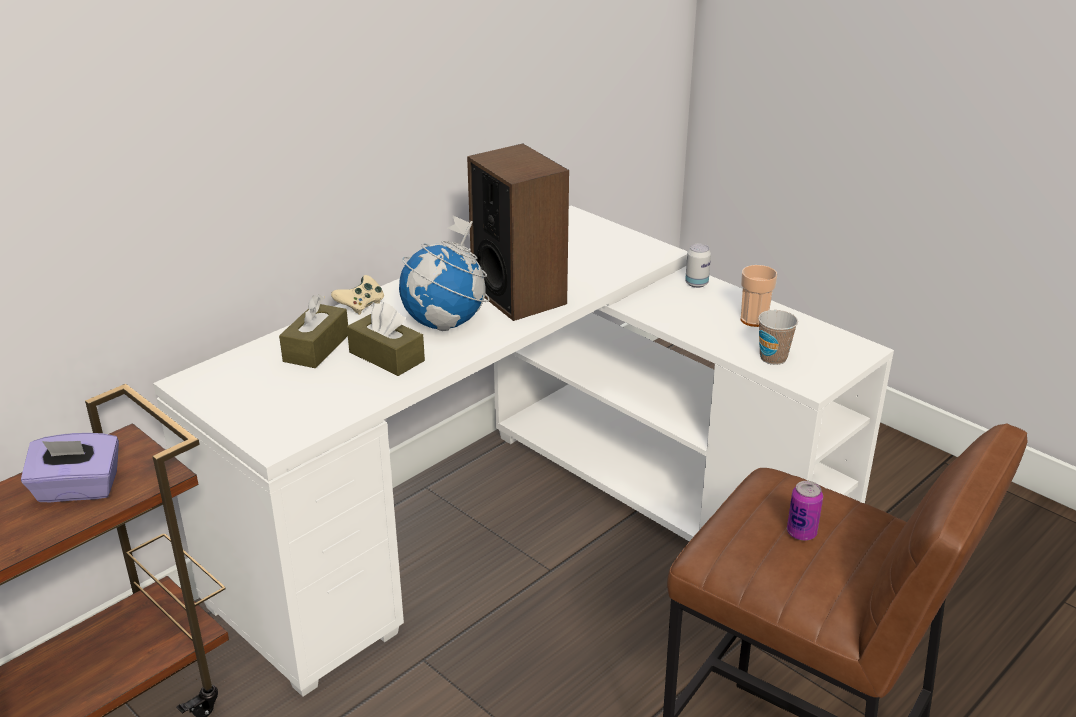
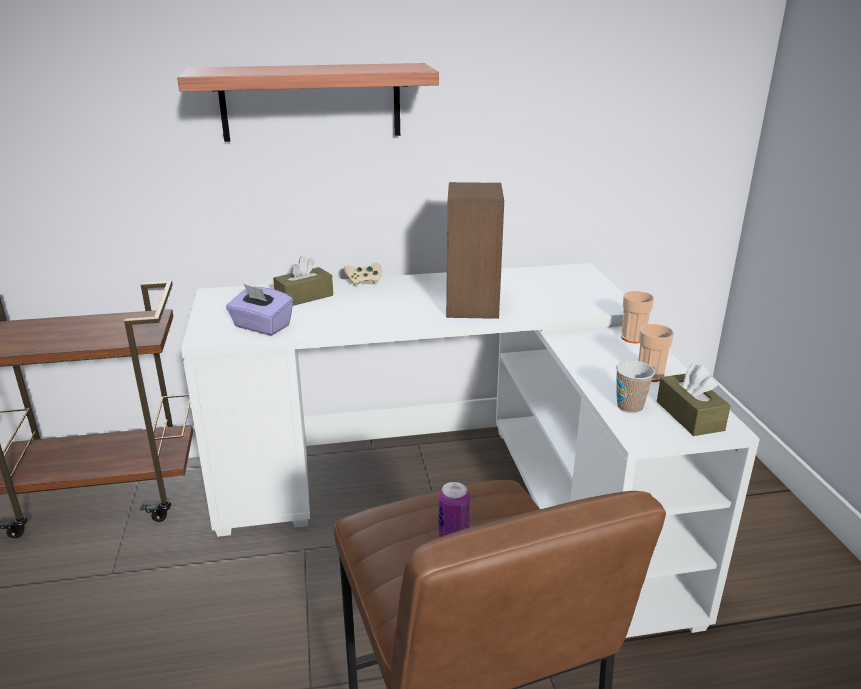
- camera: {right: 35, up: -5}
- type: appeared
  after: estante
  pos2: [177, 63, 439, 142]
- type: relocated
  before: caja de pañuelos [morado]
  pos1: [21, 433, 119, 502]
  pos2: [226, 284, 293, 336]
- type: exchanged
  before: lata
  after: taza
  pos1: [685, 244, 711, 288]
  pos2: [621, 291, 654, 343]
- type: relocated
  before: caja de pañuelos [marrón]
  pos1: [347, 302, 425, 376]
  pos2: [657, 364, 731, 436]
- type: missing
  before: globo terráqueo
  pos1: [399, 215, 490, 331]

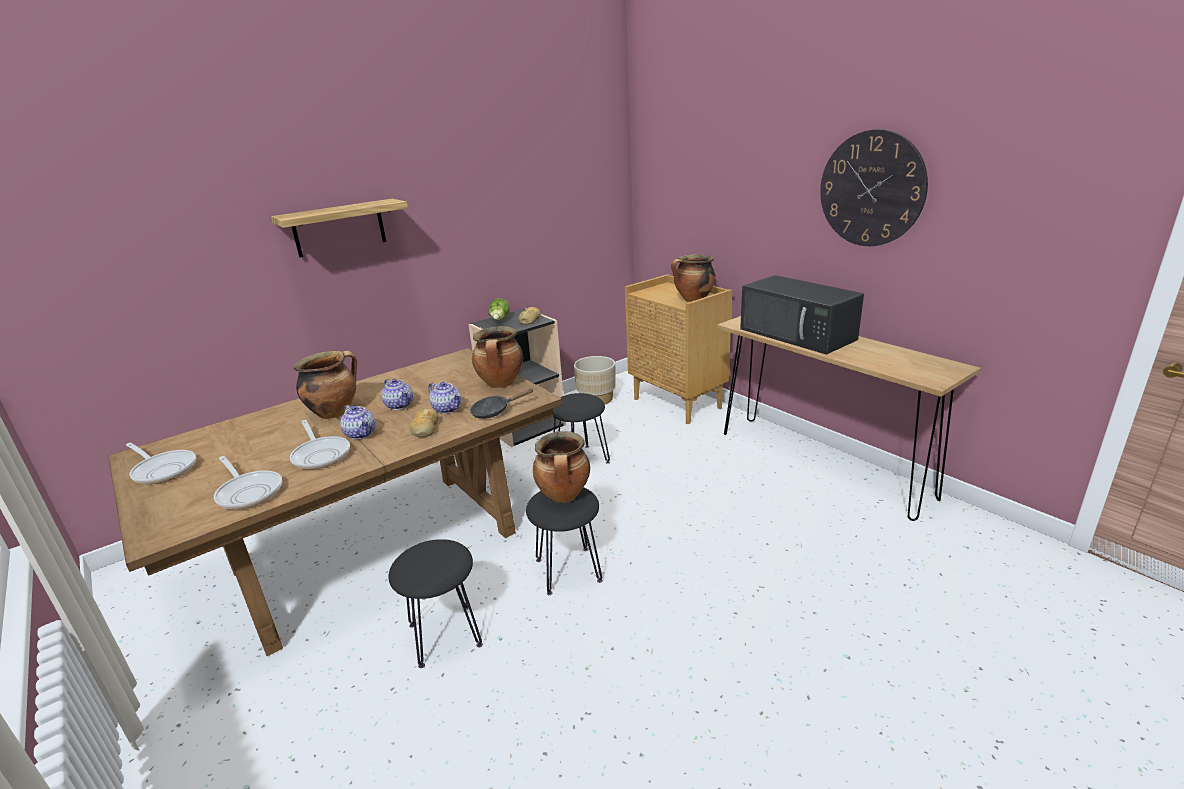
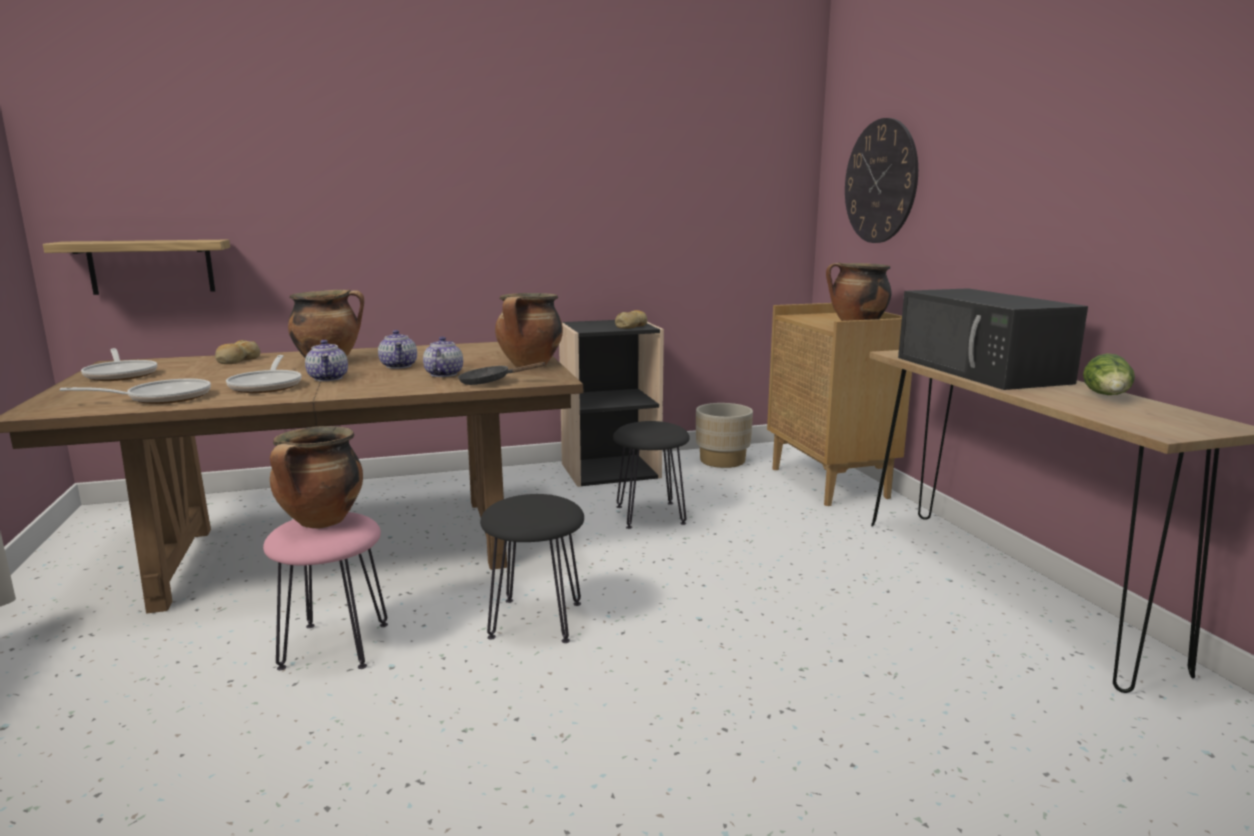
- camera: {right: 20, up: -10}
- type: relocated
  before: estante
  pos1: [271, 199, 408, 258]
  pos2: [43, 240, 230, 295]
- type: spun
  before: sartén
  pos1: [214, 456, 282, 509]
  pos2: [60, 379, 211, 404]
  turn: -90
- type: relocated
  before: pan
  pos1: [410, 408, 439, 437]
  pos2: [215, 340, 260, 364]
- type: colour
  before: taburete [negro]
  after: taburete [rosa]
  pos1: [388, 539, 483, 668]
  pos2: [263, 512, 388, 670]
- type: relocated
  before: olla
  pos1: [533, 431, 590, 503]
  pos2: [270, 426, 363, 528]
- type: spun
  before: tetera
  pos1: [428, 382, 461, 414]
  pos2: [423, 336, 463, 377]
  turn: -150
- type: relocated
  before: reloj de pared
  pos1: [820, 129, 928, 246]
  pos2: [845, 118, 918, 243]
- type: relocated
  before: lechuga
  pos1: [488, 298, 510, 320]
  pos2: [1083, 353, 1135, 395]

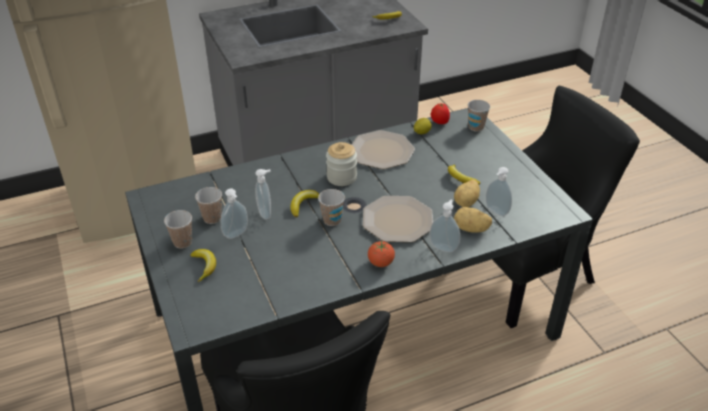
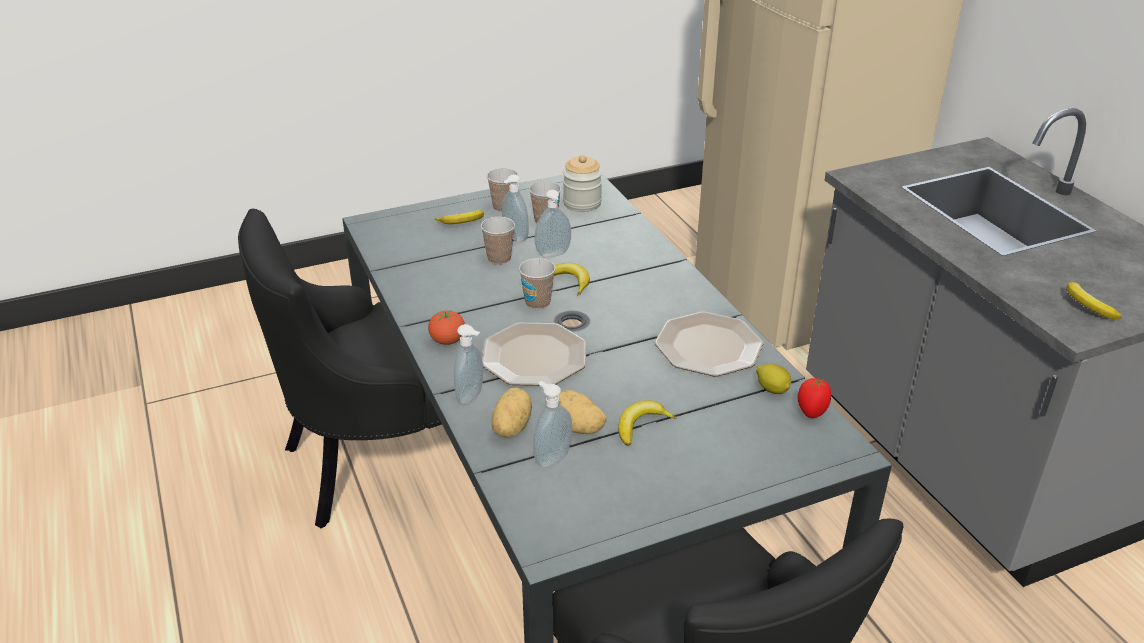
- camera: {right: 90, up: -5}
- type: relocated
  before: taza
  pos1: [468, 100, 490, 132]
  pos2: [481, 217, 515, 265]
- type: relocated
  before: tarro
  pos1: [326, 142, 357, 186]
  pos2: [563, 155, 602, 212]

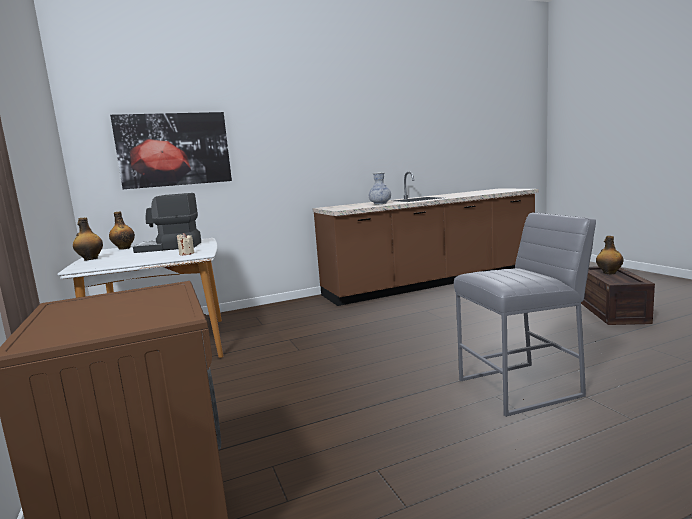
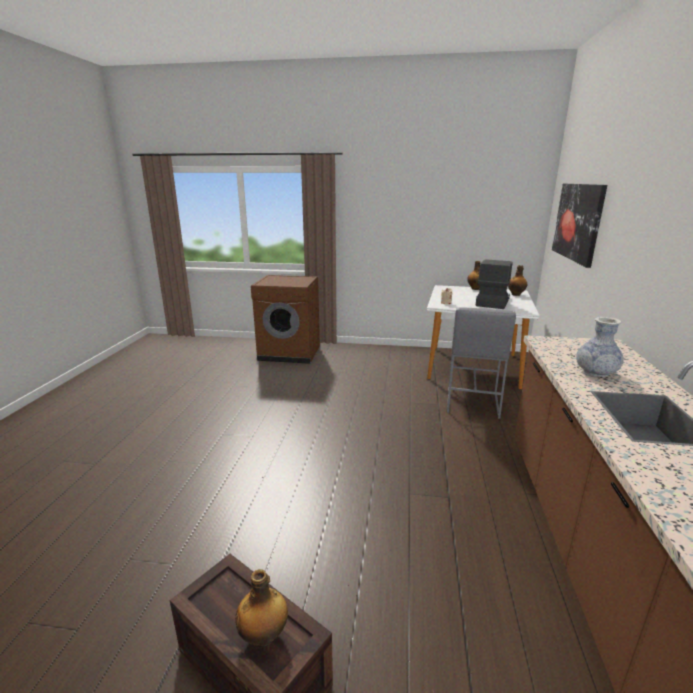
- camera: {right: 120, up: 10}
- type: relocated
  before: taburete [gris]
  pos1: [454, 213, 596, 417]
  pos2: [447, 307, 516, 419]

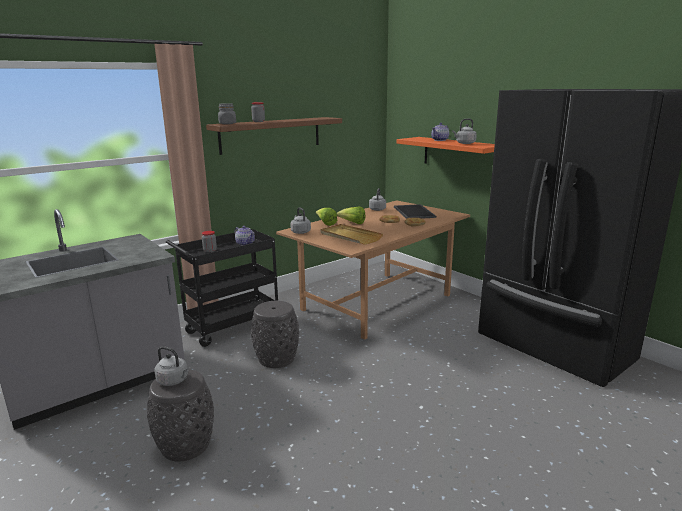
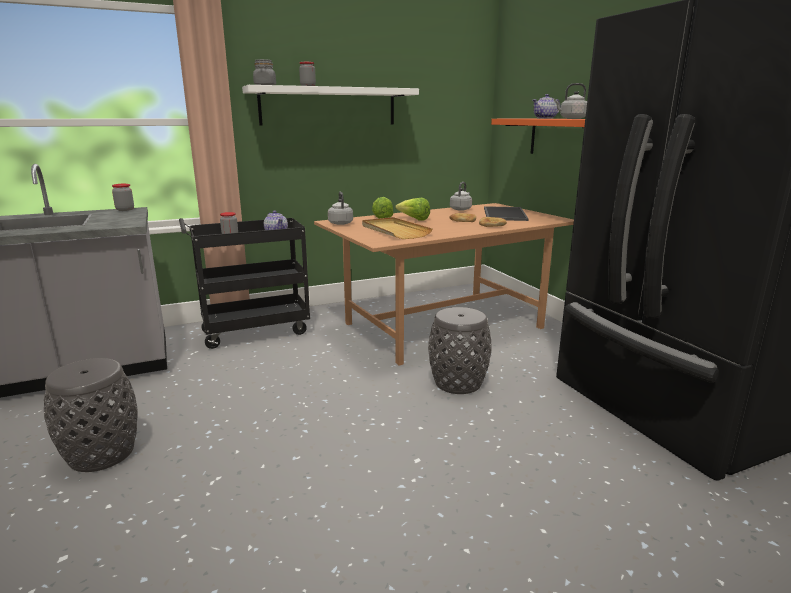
- camera: {right: 15, up: 0}
- type: appeared
  after: tarro
  pos2: [112, 184, 134, 211]
- type: colour
  before: estante [marrón]
  after: estante [blanco]
  pos1: [206, 117, 342, 155]
  pos2: [242, 85, 419, 125]
- type: relocated
  before: taburete [gris]
  pos1: [251, 301, 299, 368]
  pos2: [428, 307, 492, 394]
- type: missing
  before: hervidor [gris]
  pos1: [154, 346, 189, 386]

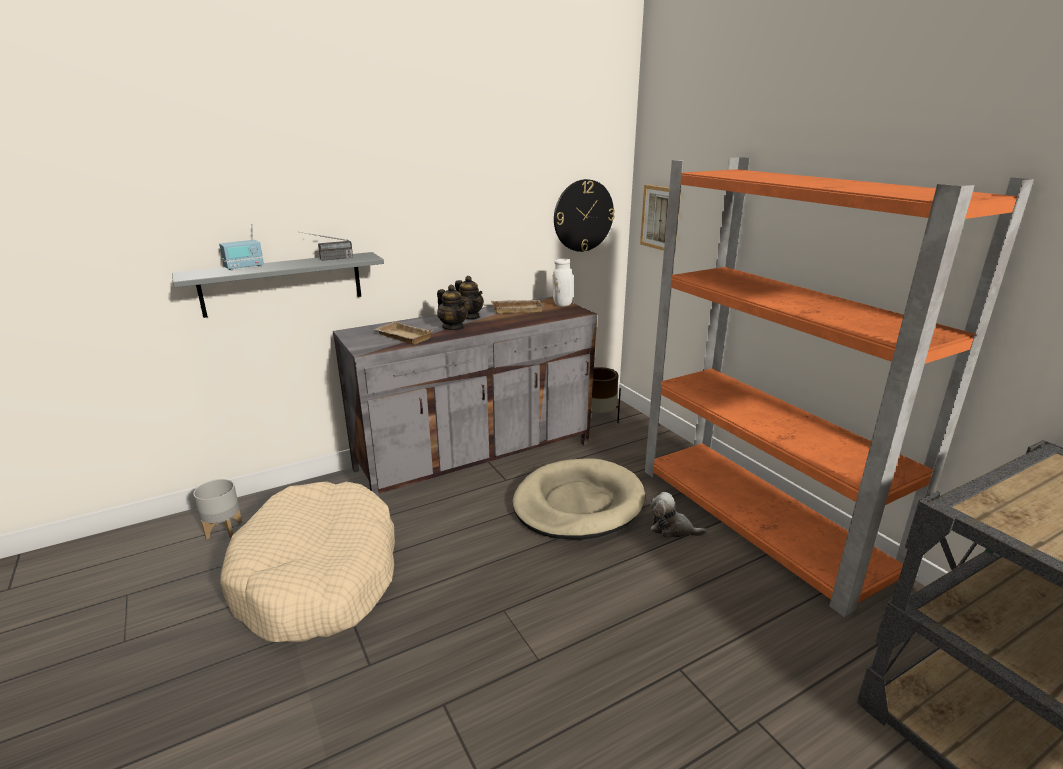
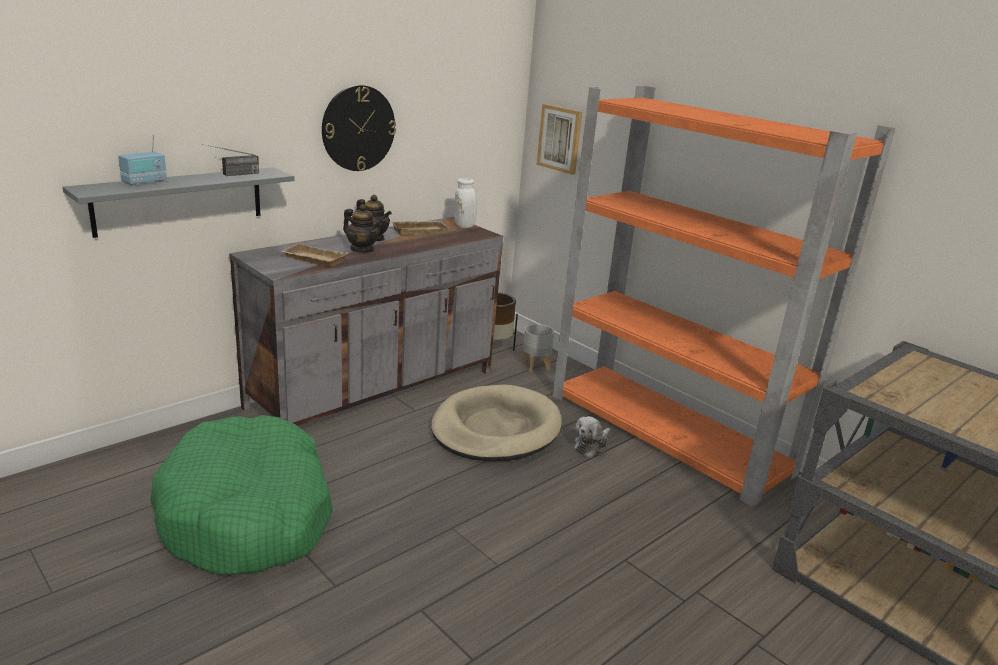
- camera: {right: -15, up: 0}
- type: colour
  before: cama para perro [beis]
  after: cama para perro [verde]
  pos1: [220, 482, 395, 642]
  pos2: [151, 415, 333, 575]
- type: relocated
  before: reloj de pared
  pos1: [554, 179, 615, 252]
  pos2: [322, 85, 396, 171]
- type: relocated
  before: maceta [gris]
  pos1: [193, 479, 242, 539]
  pos2: [523, 324, 554, 372]
- type: spun
  before: peluche
  pos1: [650, 492, 707, 538]
  pos2: [574, 416, 610, 458]
  turn: -60

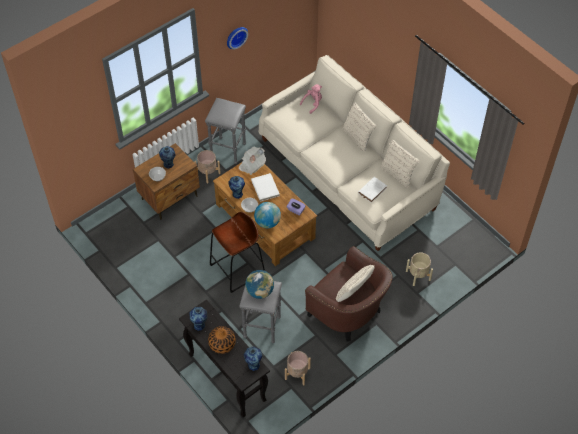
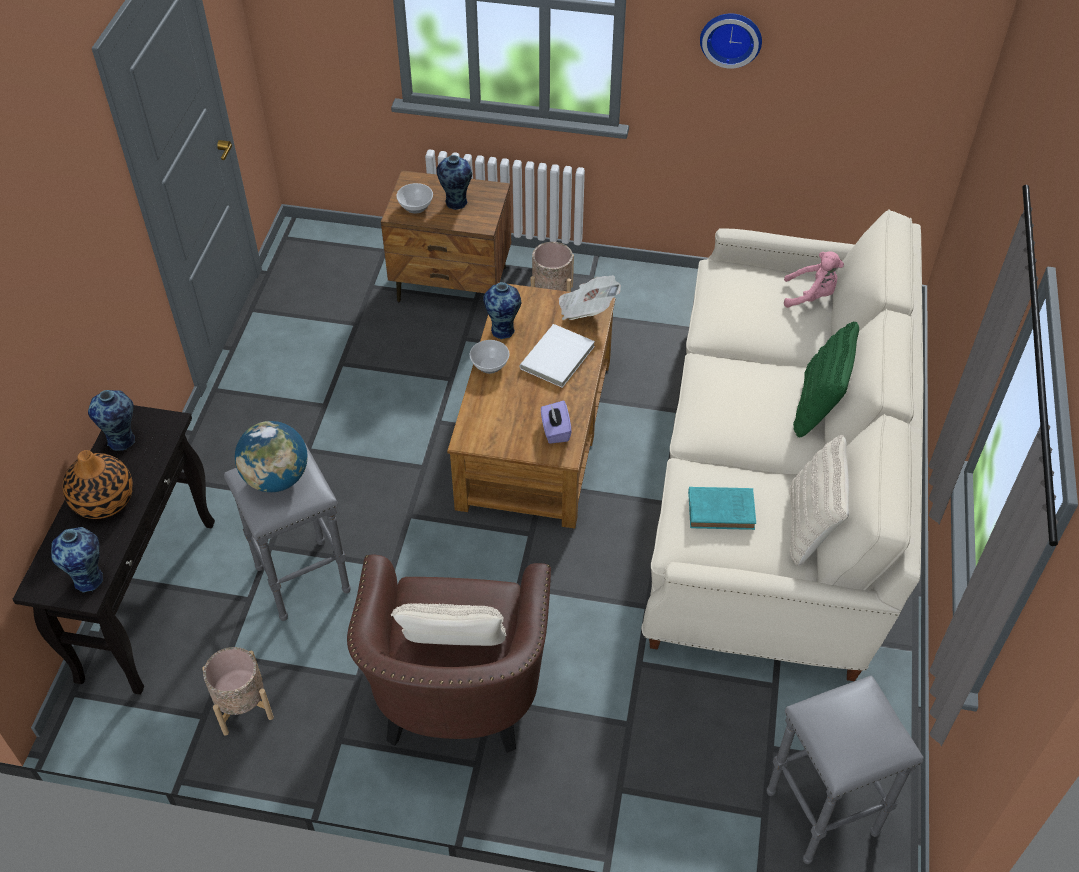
- camera: {right: 50, up: -5}
- type: colour
  before: libro [blanco]
  after: libro [turquesa]
  pos1: [358, 177, 387, 203]
  pos2: [688, 487, 756, 530]
- type: relocated
  before: taburete [gris]
  pos1: [205, 98, 246, 164]
  pos2: [767, 676, 924, 864]
- type: colour
  before: cojín [beis]
  after: cojín [verde]
  pos1: [342, 103, 377, 152]
  pos2: [793, 321, 859, 438]
- type: missing
  before: taburete [marrón]
  pos1: [210, 212, 265, 293]
- type: missing
  before: globo terráqueo
  pos1: [254, 202, 281, 228]
- type: missing
  before: maceta [beis]
  pos1: [406, 252, 433, 286]

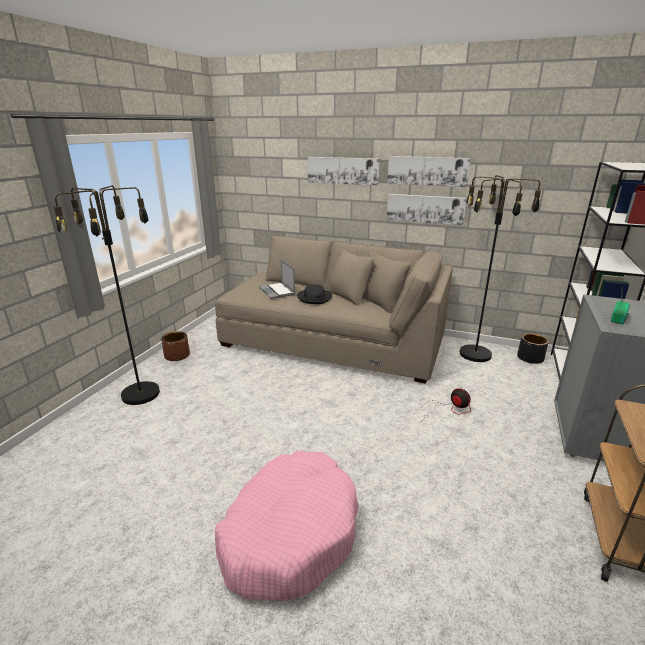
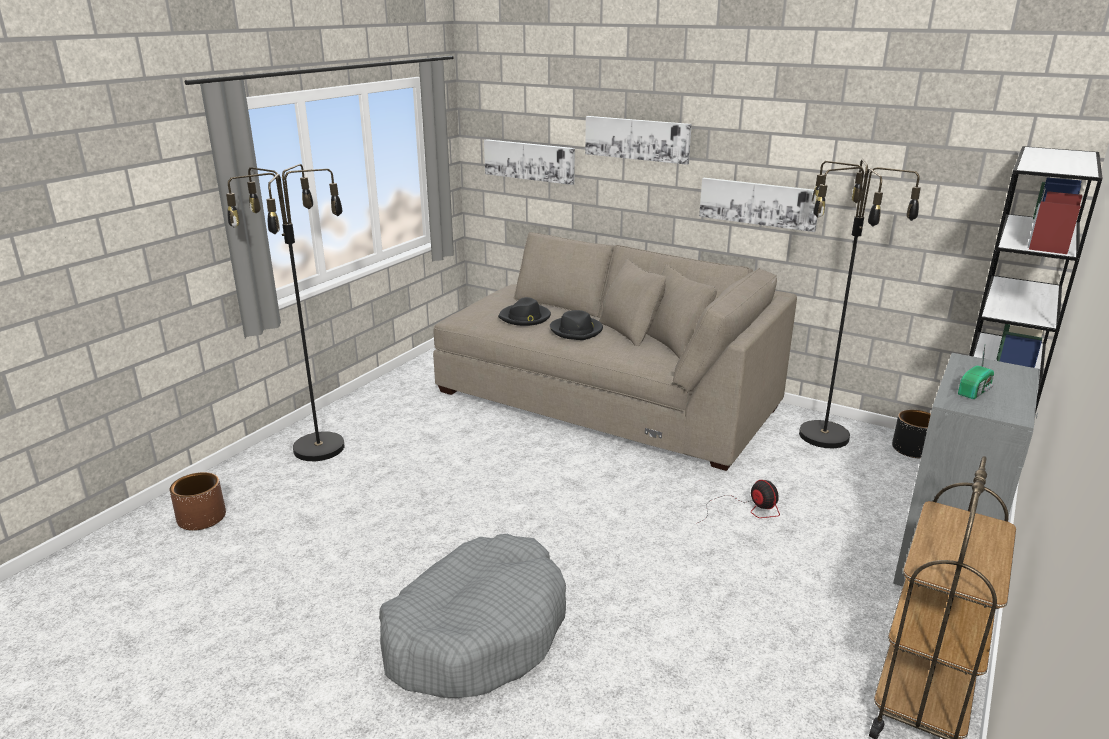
- camera: {right: 10, up: 0}
- type: relocated
  before: maceta [marrón]
  pos1: [161, 331, 190, 361]
  pos2: [170, 472, 226, 531]
- type: colour
  before: cama para perro [rosa]
  after: cama para perro [gris]
  pos1: [215, 450, 359, 601]
  pos2: [379, 534, 566, 698]
- type: relocated
  before: cuadro
  pos1: [387, 156, 471, 187]
  pos2: [484, 139, 575, 185]
- type: exchanged
  before: portátil
  after: sombrero [negro]
  pos1: [259, 259, 295, 299]
  pos2: [498, 297, 551, 326]

